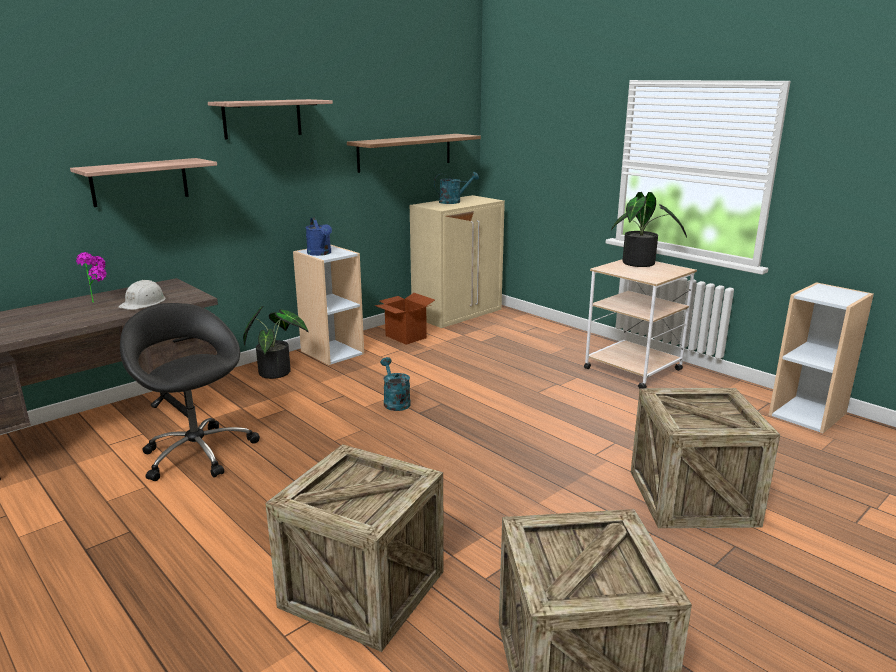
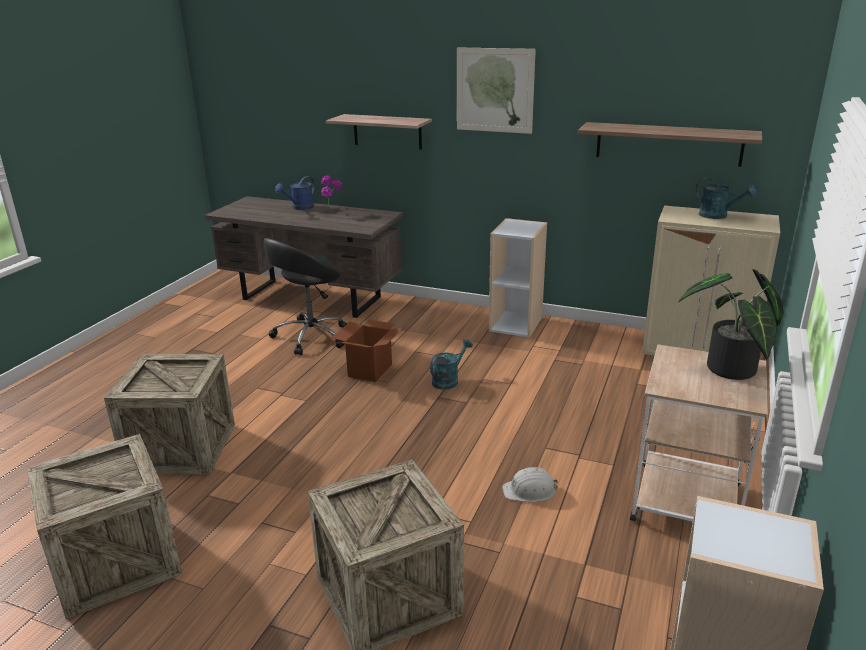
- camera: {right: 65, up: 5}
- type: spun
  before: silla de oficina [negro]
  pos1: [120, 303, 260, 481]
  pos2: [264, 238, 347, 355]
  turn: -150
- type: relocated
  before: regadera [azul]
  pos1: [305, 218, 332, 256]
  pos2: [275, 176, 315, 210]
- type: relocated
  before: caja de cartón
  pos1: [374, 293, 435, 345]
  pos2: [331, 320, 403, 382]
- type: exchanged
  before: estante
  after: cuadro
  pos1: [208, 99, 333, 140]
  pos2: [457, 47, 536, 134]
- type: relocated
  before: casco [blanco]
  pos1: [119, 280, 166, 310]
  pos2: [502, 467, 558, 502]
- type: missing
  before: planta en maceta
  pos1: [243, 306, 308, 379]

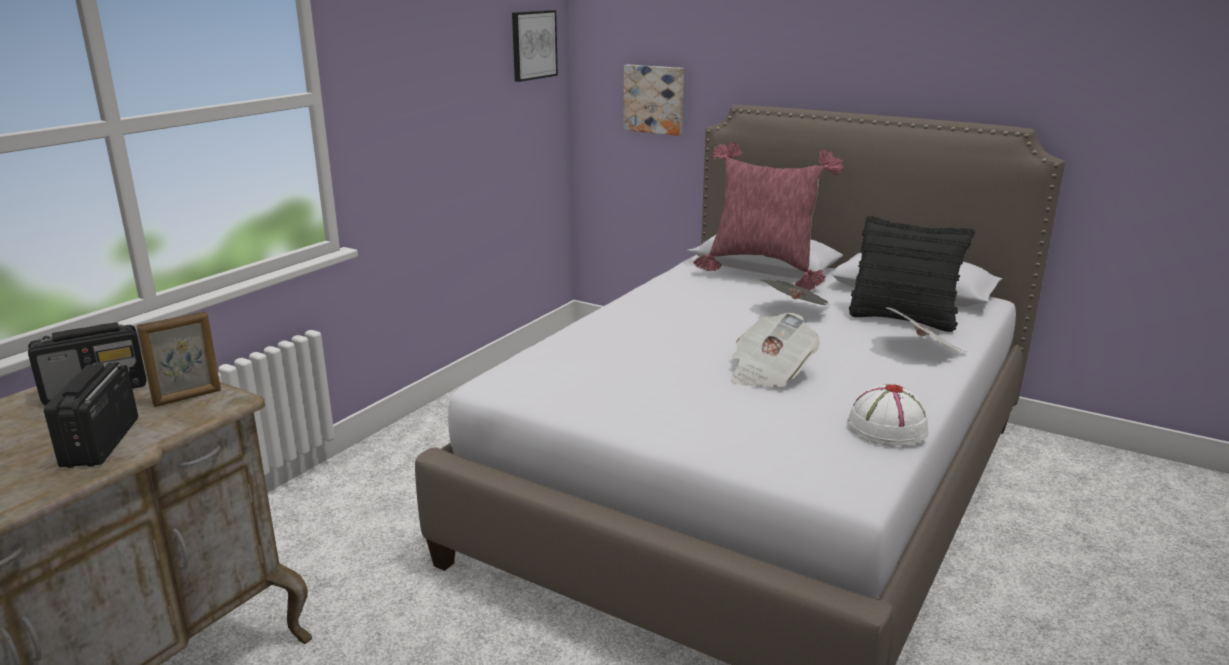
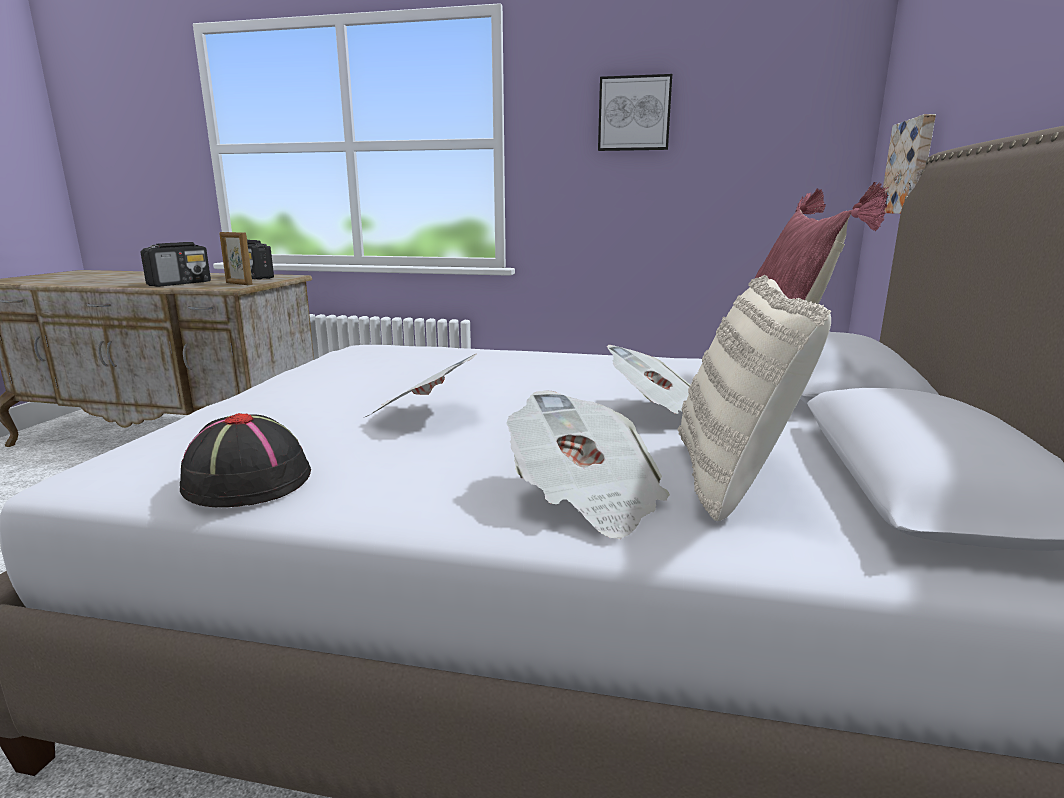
- camera: {right: 70, up: -5}
- type: spun
  before: radio
  pos1: [44, 362, 138, 468]
  pos2: [140, 242, 211, 287]
  turn: 150
- type: colour
  before: sombrero [blanco]
  after: sombrero [negro]
  pos1: [847, 384, 928, 446]
  pos2: [180, 413, 311, 507]
- type: relocated
  before: cuadro
  pos1: [512, 10, 558, 82]
  pos2: [598, 74, 672, 151]
- type: colour
  before: cojín [negro]
  after: cojín [beis]
  pos1: [849, 216, 975, 332]
  pos2: [678, 275, 831, 521]

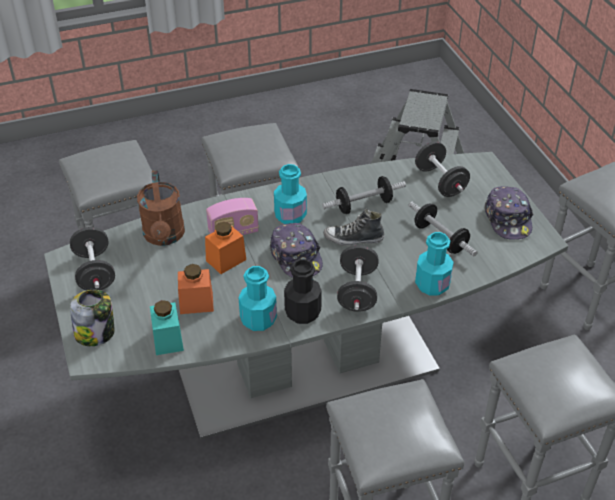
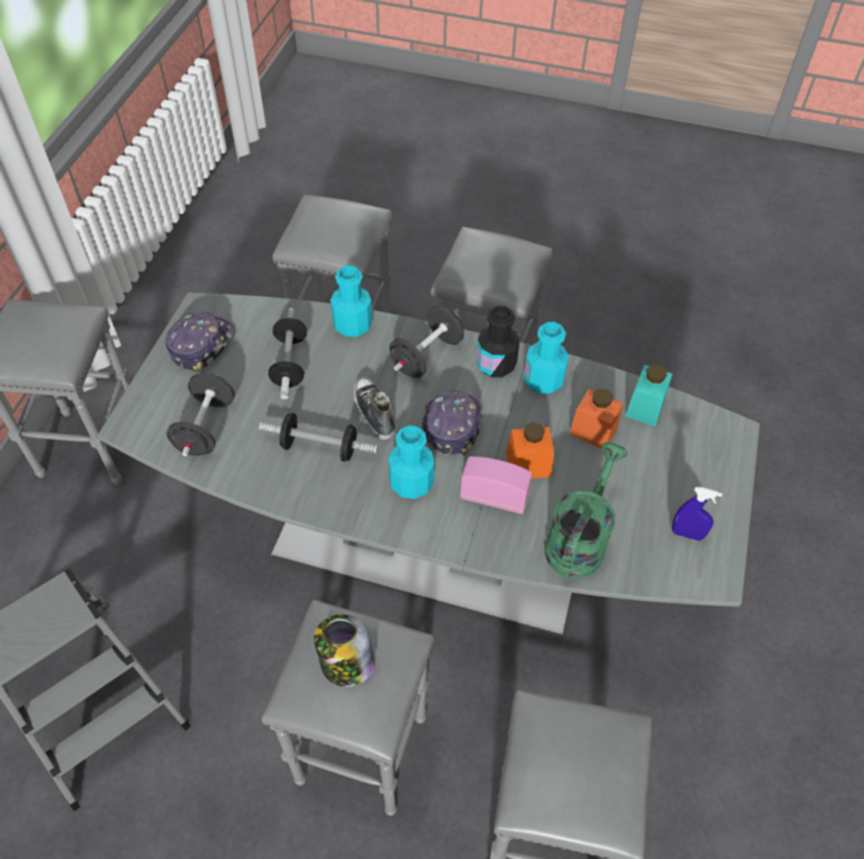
- camera: {right: -145, up: 10}
- type: relocated
  before: tarro
  pos1: [70, 290, 115, 346]
  pos2: [314, 615, 375, 687]
- type: spun
  before: zapato
  pos1: [324, 209, 384, 246]
  pos2: [353, 377, 395, 440]
  turn: -150
- type: colour
  before: regadera [marrón]
  after: regadera [verde]
  pos1: [137, 170, 185, 246]
  pos2: [545, 442, 627, 578]
- type: exchanged
  before: mancuerna [negro]
  after: pulverizador [azul]
  pos1: [70, 227, 115, 291]
  pos2: [672, 487, 722, 541]

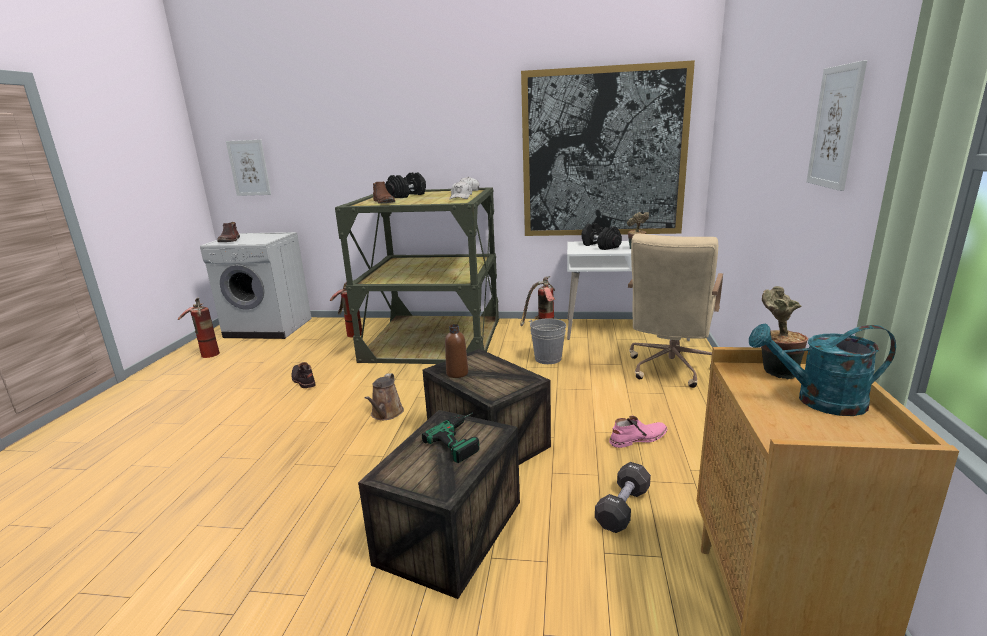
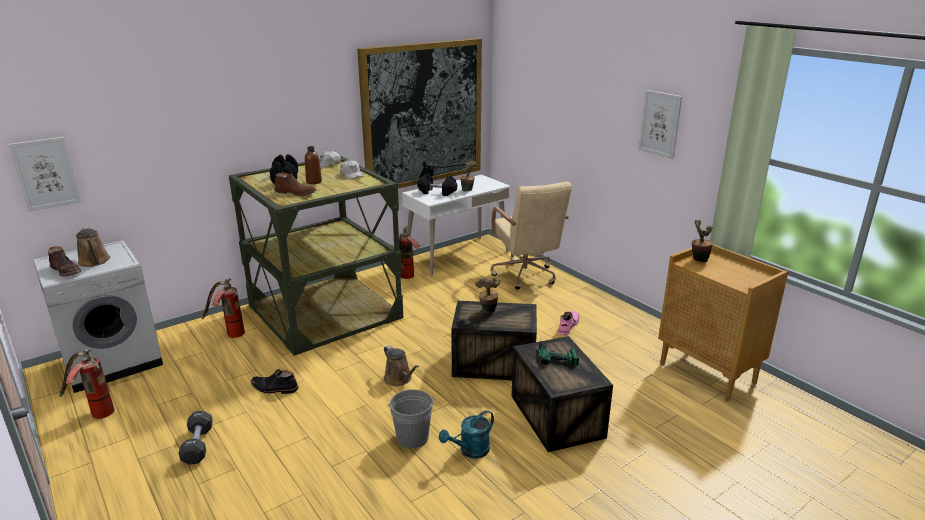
- camera: {right: -45, up: 5}
- type: appeared
  after: regadera [marrón]
  pos2: [76, 227, 110, 267]
- type: relocated
  before: mancuerna [negro]
  pos1: [595, 462, 651, 533]
  pos2: [179, 411, 213, 465]
- type: relocated
  before: botella [marrón]
  pos1: [445, 324, 468, 378]
  pos2: [305, 146, 322, 184]
- type: relocated
  before: cubo [gris]
  pos1: [529, 318, 566, 364]
  pos2: [387, 389, 436, 448]
- type: relocated
  before: regadera [turquesa]
  pos1: [749, 324, 896, 416]
  pos2: [439, 410, 494, 459]
- type: appeared
  after: planta en maceta
  pos2: [475, 277, 501, 313]

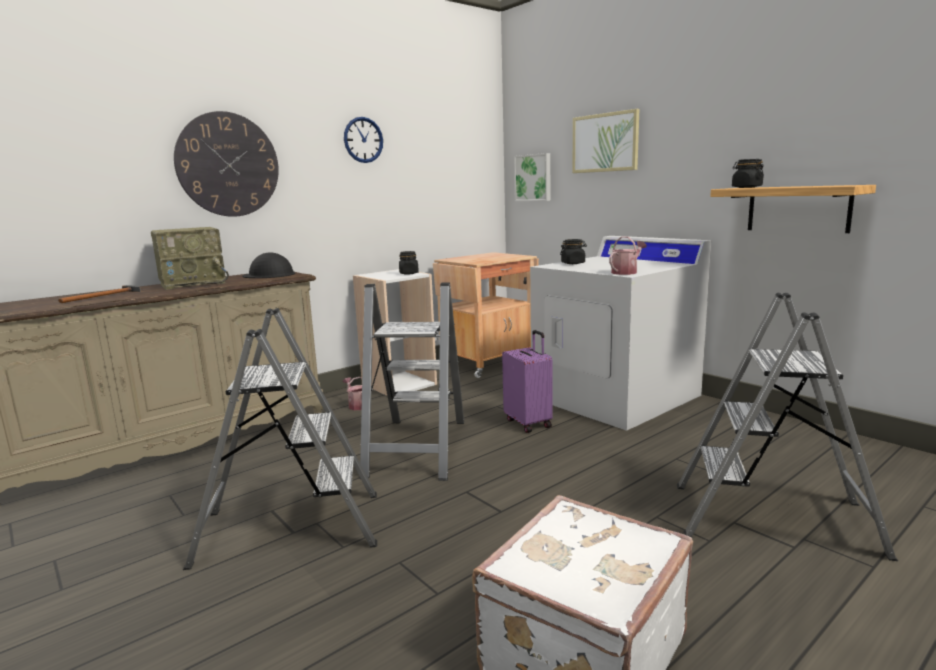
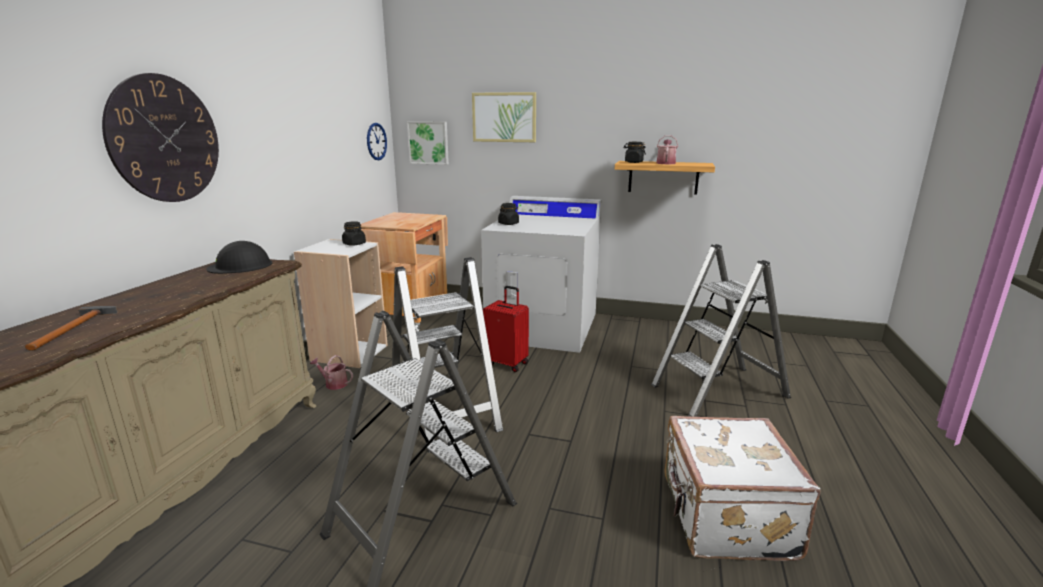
- camera: {right: -35, up: 5}
- type: relocated
  before: reloj de pared
  pos1: [344, 117, 383, 163]
  pos2: [367, 123, 387, 160]
- type: colour
  before: maleta [morado]
  after: maleta [rojo]
  pos1: [502, 330, 553, 433]
  pos2: [483, 286, 529, 372]
- type: relocated
  before: regadera
  pos1: [609, 237, 647, 275]
  pos2: [657, 135, 678, 164]
- type: missing
  before: radio
  pos1: [151, 227, 229, 290]

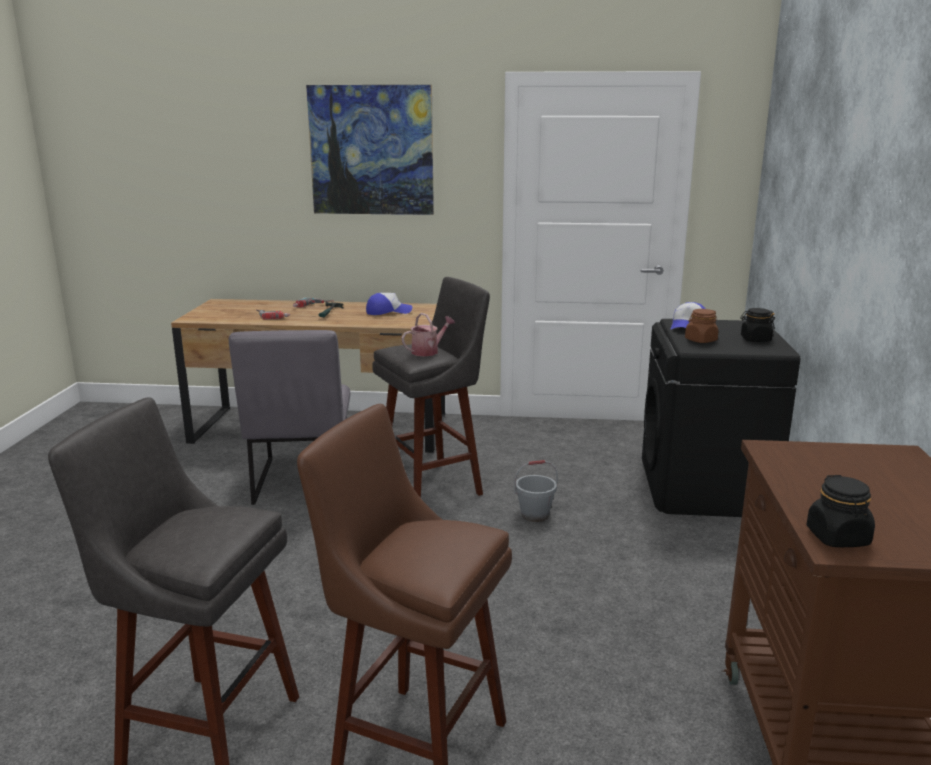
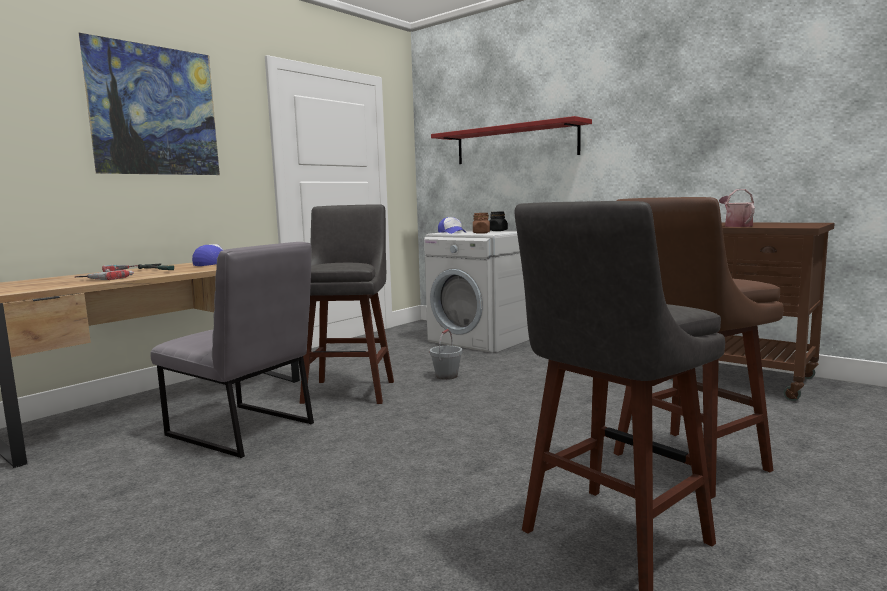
- camera: {right: -55, up: -10}
- type: colour
  before: lavadora [negro]
  after: lavadora [blanco]
  pos1: [642, 319, 800, 517]
  pos2: [424, 230, 529, 353]
- type: appeared
  after: estante [rojo]
  pos2: [431, 116, 592, 164]
- type: relocated
  before: regadera
  pos1: [402, 313, 455, 356]
  pos2: [719, 189, 755, 227]
- type: missing
  before: tarro [negro]
  pos1: [807, 475, 875, 547]

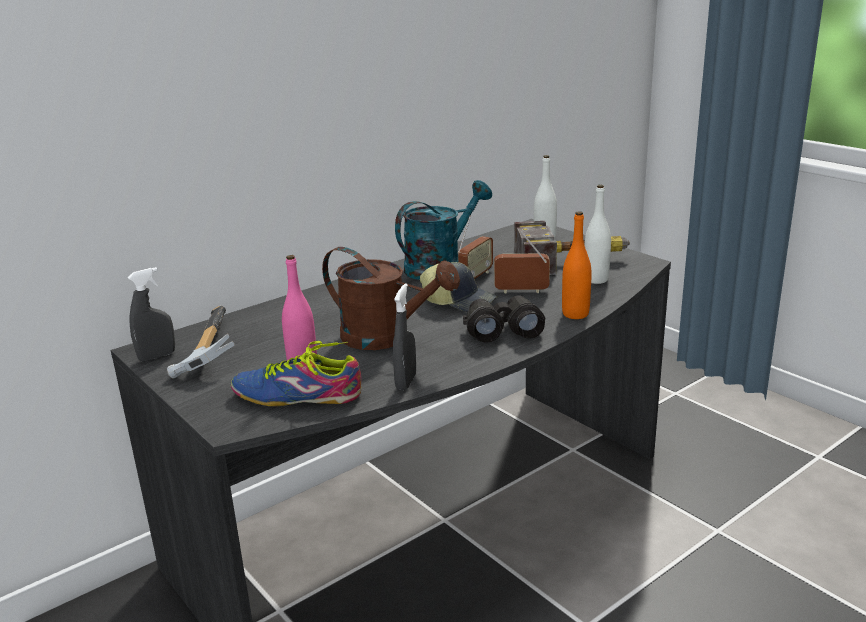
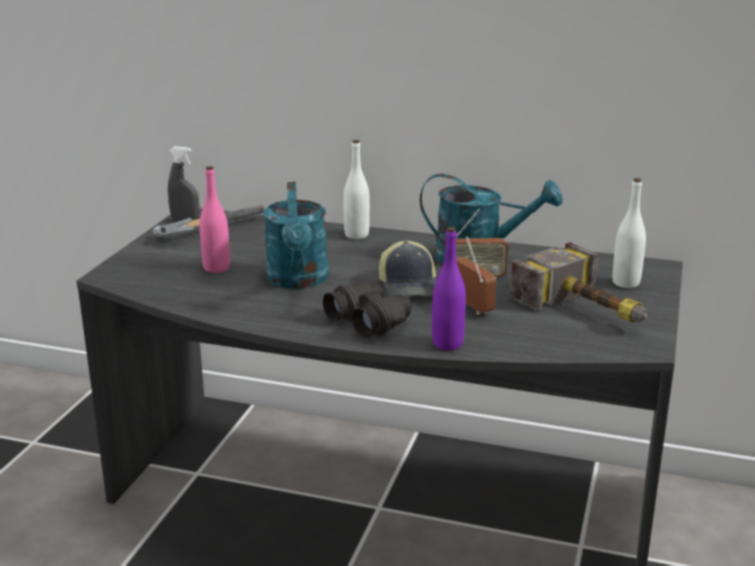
- camera: {right: 55, up: 0}
- type: colour
  before: regadera [marrón]
  after: regadera [turquesa]
  pos1: [322, 247, 460, 350]
  pos2: [263, 182, 329, 289]
- type: relocated
  before: botella [blanco]
  pos1: [584, 185, 611, 284]
  pos2: [343, 140, 370, 239]
- type: colour
  before: botella [naranja]
  after: botella [morado]
  pos1: [562, 211, 592, 319]
  pos2: [432, 227, 466, 350]
- type: missing
  before: zapato
  pos1: [231, 341, 362, 406]
- type: missing
  before: pulverizador [gris]
  pos1: [393, 284, 416, 390]

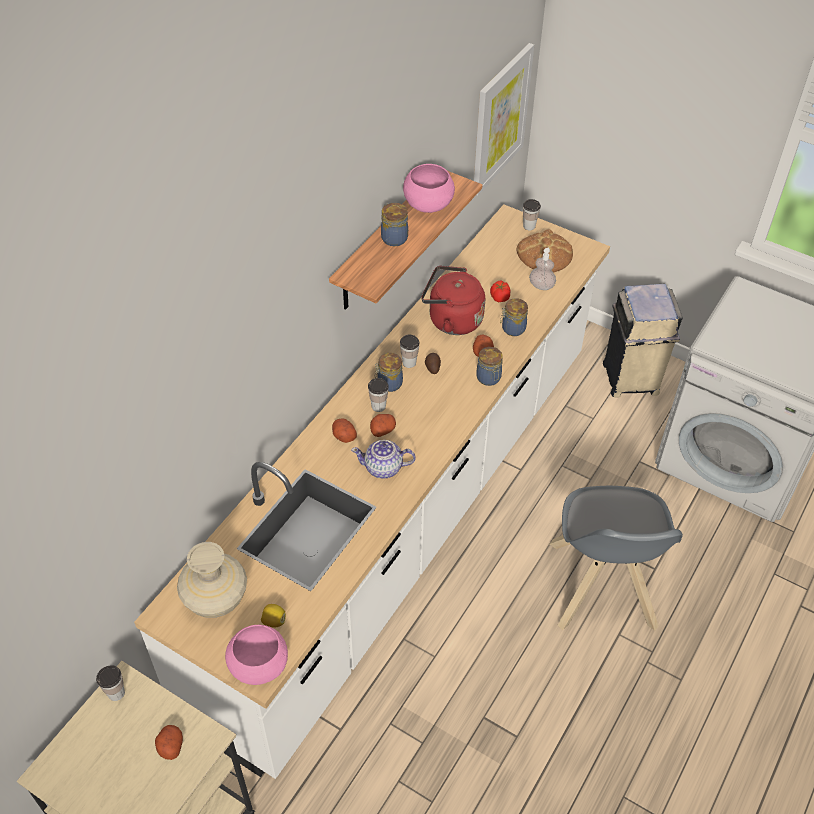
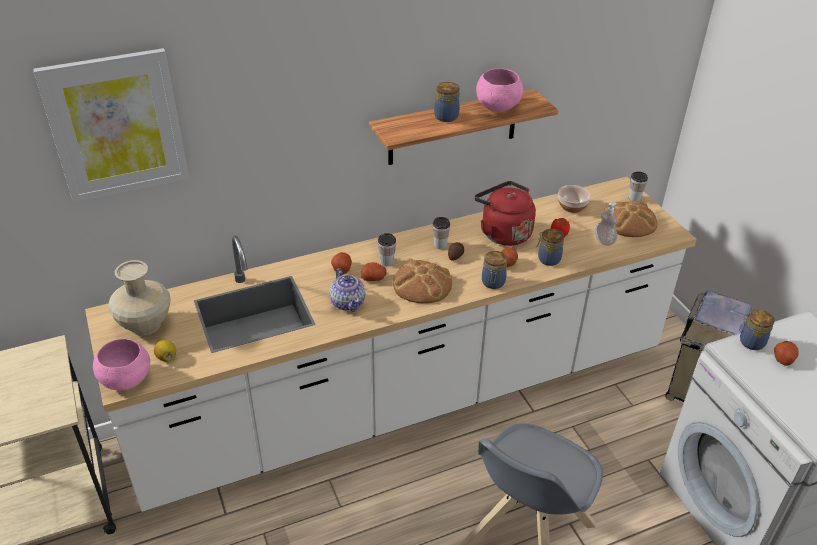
- camera: {right: 35, up: -10}
- type: relocated
  before: cuadro
  pos1: [474, 43, 534, 196]
  pos2: [33, 48, 189, 203]
- type: spun
  before: tetera
  pos1: [351, 440, 416, 479]
  pos2: [330, 268, 365, 311]
  turn: -150
- type: appeared
  after: pan
  pos2: [393, 258, 452, 303]
- type: appeared
  after: cuenco
  pos2: [558, 185, 591, 213]
- type: relocated
  before: tarro
  pos1: [375, 353, 403, 392]
  pos2: [739, 309, 775, 350]
- type: relocated
  before: patata
  pos1: [155, 725, 183, 760]
  pos2: [774, 341, 798, 366]
- type: missing
  before: taza
  pos1: [96, 665, 125, 701]

